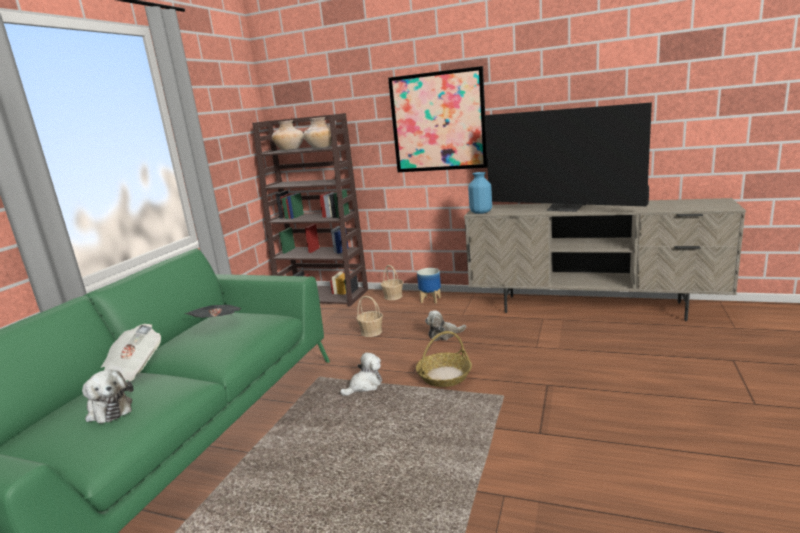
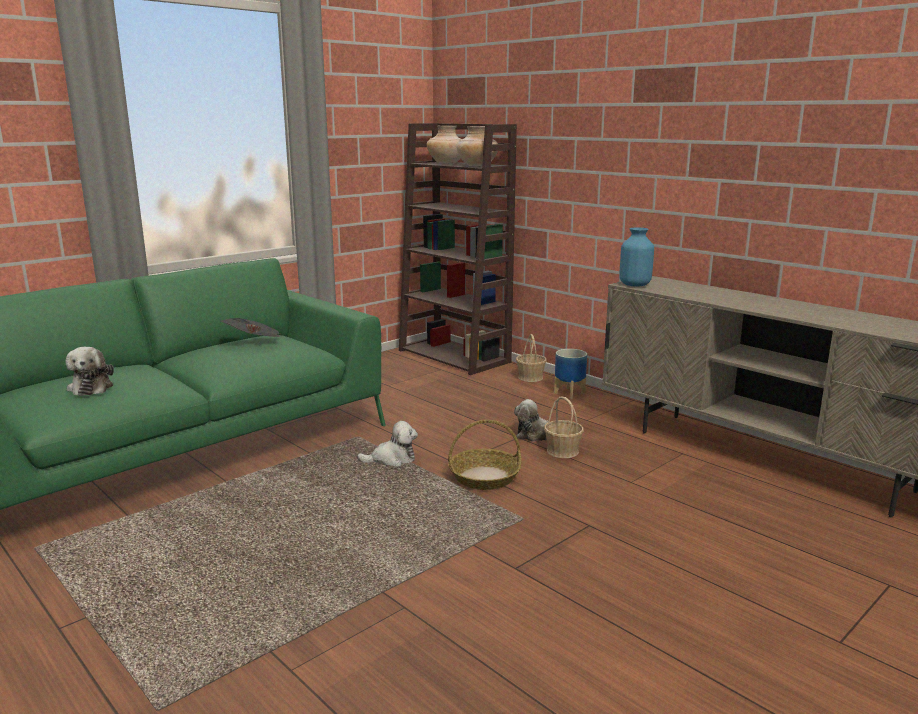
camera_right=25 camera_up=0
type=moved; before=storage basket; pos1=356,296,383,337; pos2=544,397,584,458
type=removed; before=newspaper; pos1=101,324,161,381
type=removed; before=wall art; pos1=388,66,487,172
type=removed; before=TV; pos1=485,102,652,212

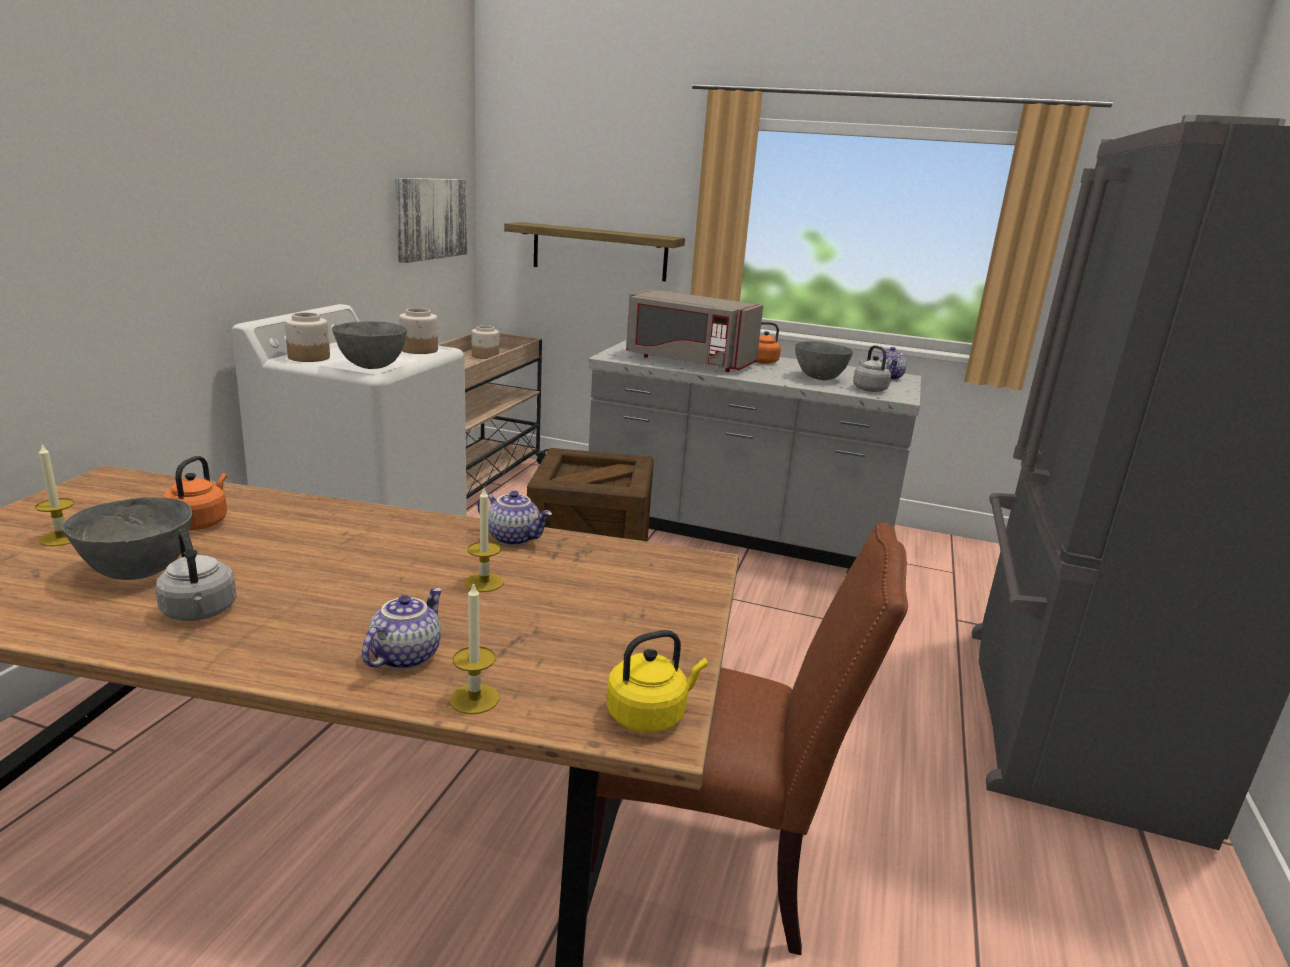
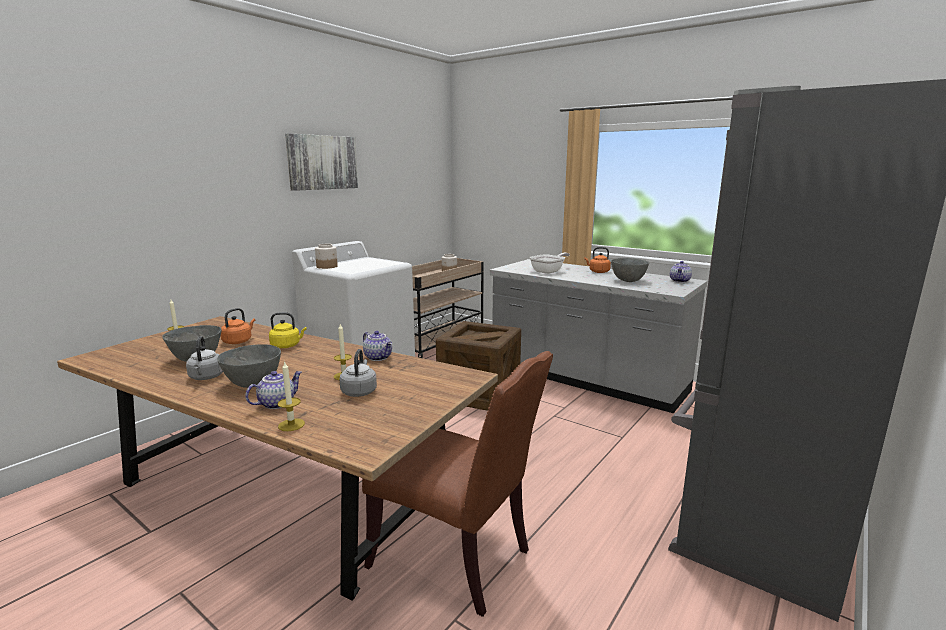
camera_right=20 camera_up=-5
type=moved; before=greyish bowl; pos1=332,321,407,369; pos2=217,344,281,388
type=moved; before=yellowish kettle; pos1=607,630,708,733; pos2=269,312,307,348
type=moved; before=wall art; pos1=395,178,467,263; pos2=285,133,358,191
type=moved; before=greyish kettle; pos1=853,345,891,392; pos2=339,349,377,397
type=replaced; before=greyish kitchen microwave; after=skillet; pos1=626,289,763,372; pos2=529,253,570,274
type=removed; before=jar; pos1=399,308,438,354
type=removed; before=wall shelf; pos1=504,222,685,282

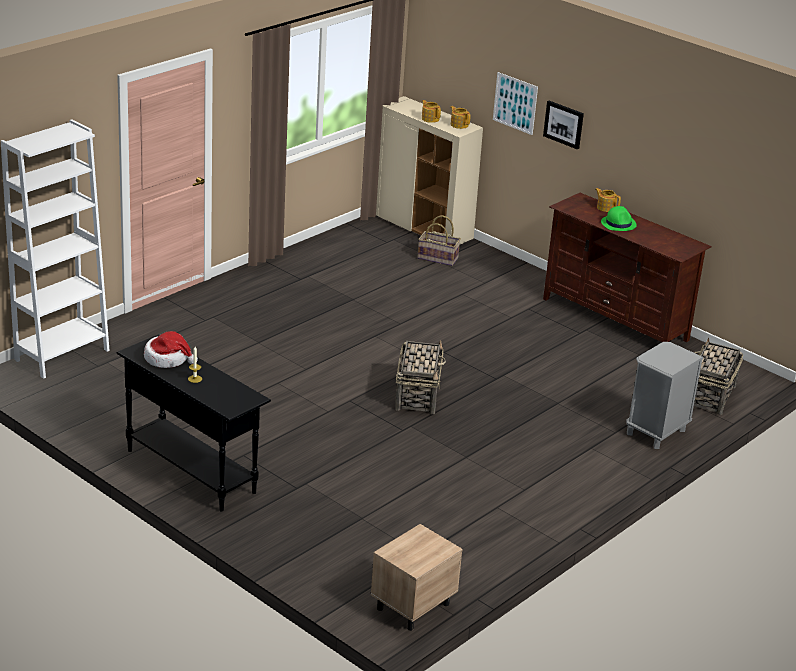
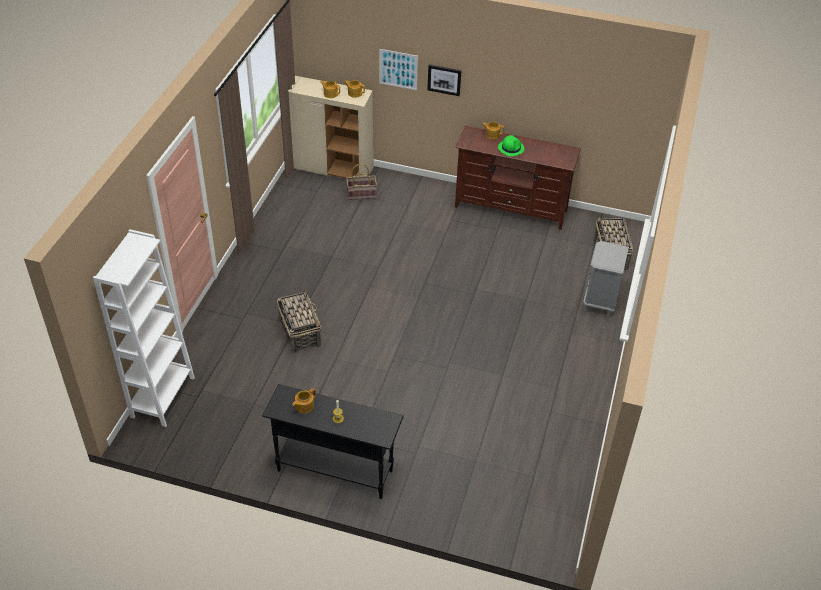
camera_right=-25 camera_up=15
type=moved; before=storage basket; pos1=395,340,446,414; pos2=277,289,322,354
type=replaced; before=clothing hat; after=tea pot; pos1=144,331,198,368; pos2=292,388,316,414
type=removed; before=sand-coloured nightstand; pos1=371,524,462,631

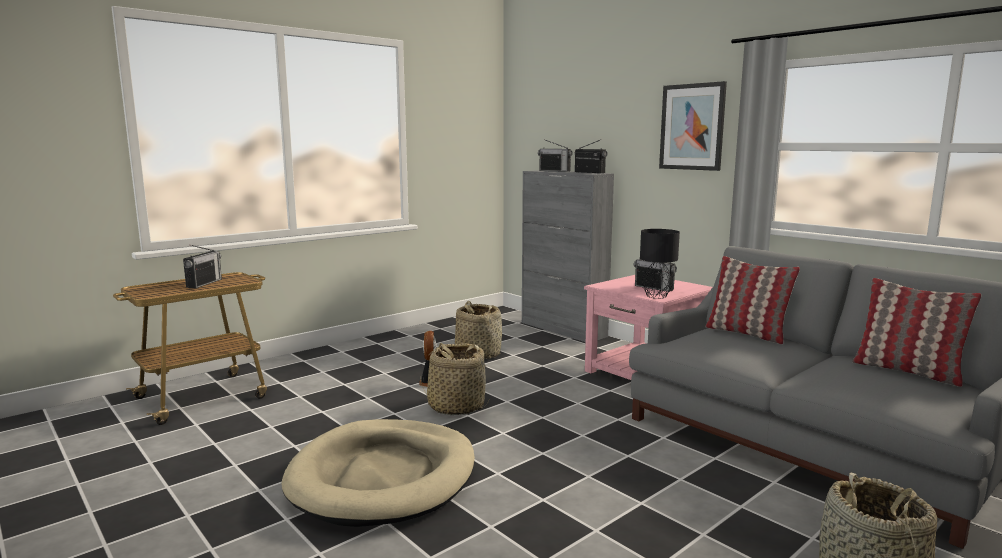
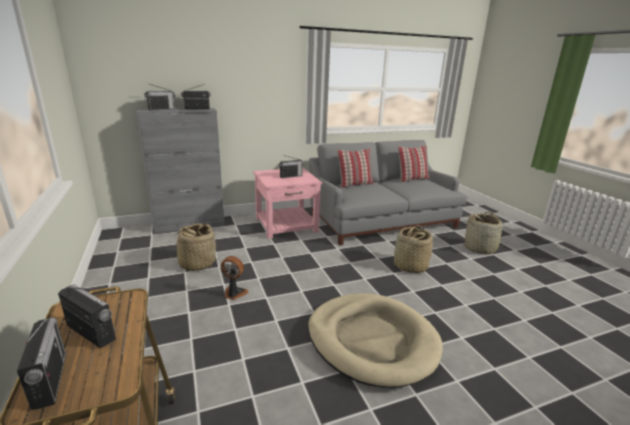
camera_right=-70 camera_up=10
type=added; after=radio receiver; pos2=17,317,66,409
type=moved; before=storage basket; pos1=421,343,489,415; pos2=394,226,433,273
type=removed; before=black-coloured tabletop lamp; pos1=640,229,680,299
type=removed; before=wall art; pos1=659,81,727,171

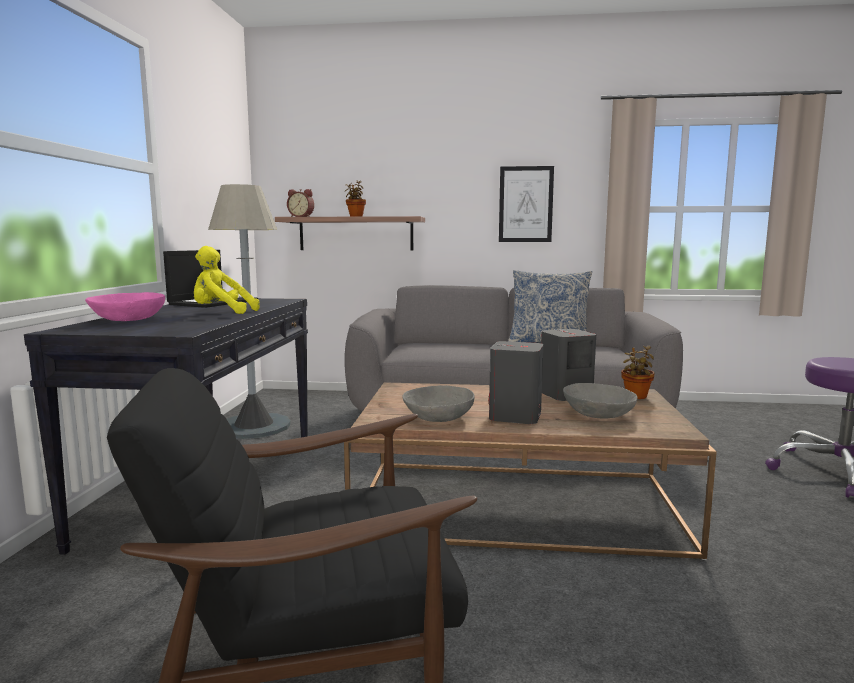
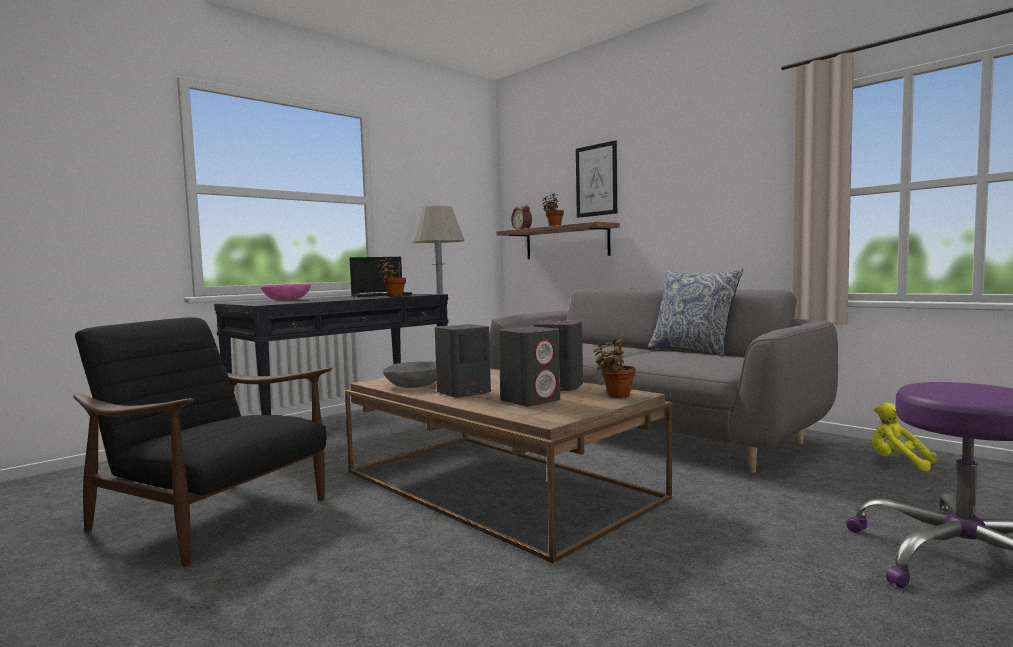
camera_right=40 camera_up=-5
type=added; after=houseplant; pos2=377,258,406,297
type=replaced; before=greyish bowl; after=greyish loudspeaker; pos1=563,383,638,419; pos2=498,326,560,406
type=moved; before=wall art; pos1=499,166,554,242; pos2=576,140,617,218
type=moved; before=yellowish soft toy; pos1=194,246,260,314; pos2=872,402,937,472

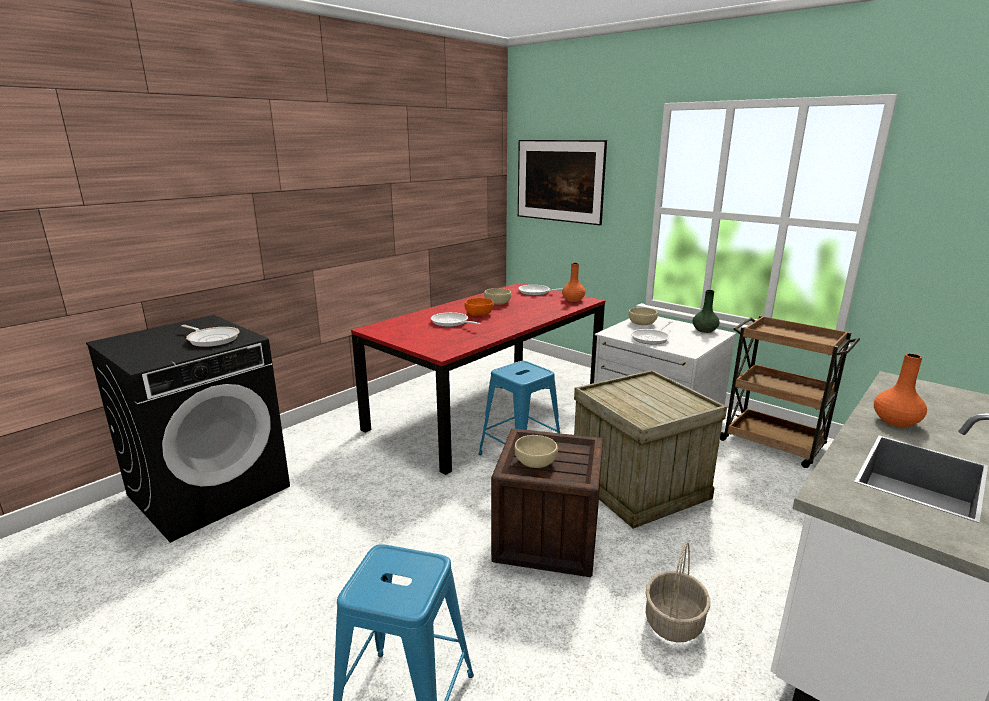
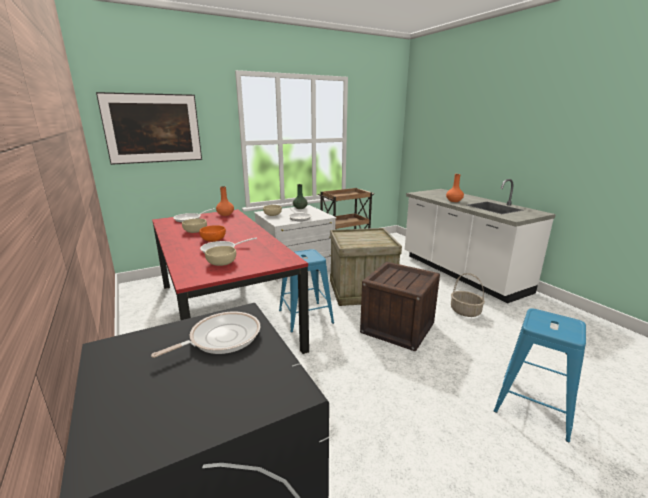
camera_right=-70 camera_up=0
type=moved; before=sand-coloured bowl; pos1=515,435,558,468; pos2=205,246,236,266

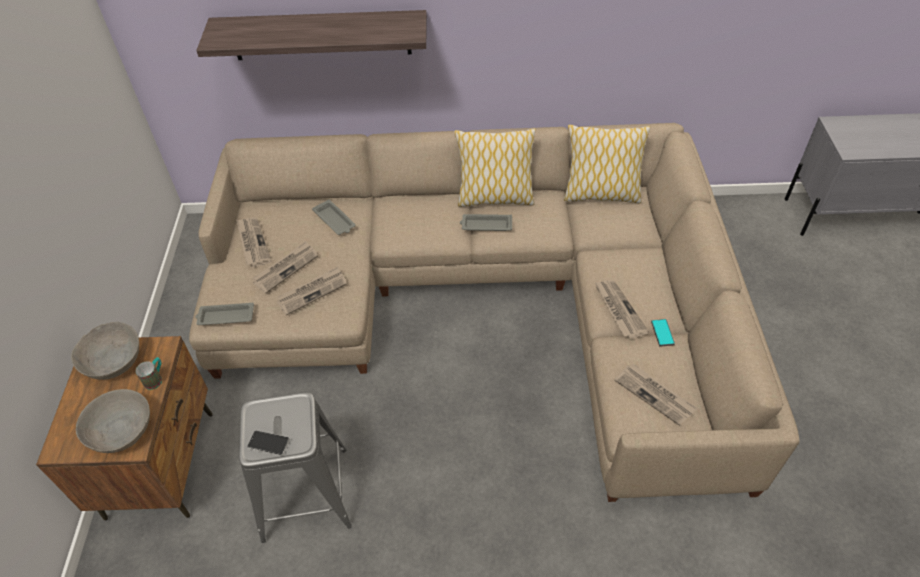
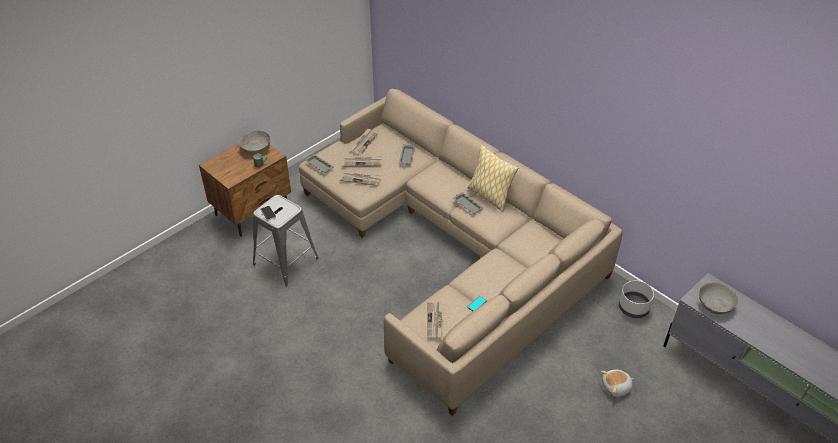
camera_right=45 camera_up=-5
type=added; after=soft toy; pos2=600,370,634,397
type=added; after=greyish flower pot; pos2=619,280,654,318
type=moved; before=greyish bowl; pos1=76,389,150,453; pos2=699,282,738,315
type=removed; before=wall shelf; pos1=196,10,427,60
type=removed; before=pillow; pos1=564,125,650,204
type=removed; before=newspaper; pos1=594,280,649,339

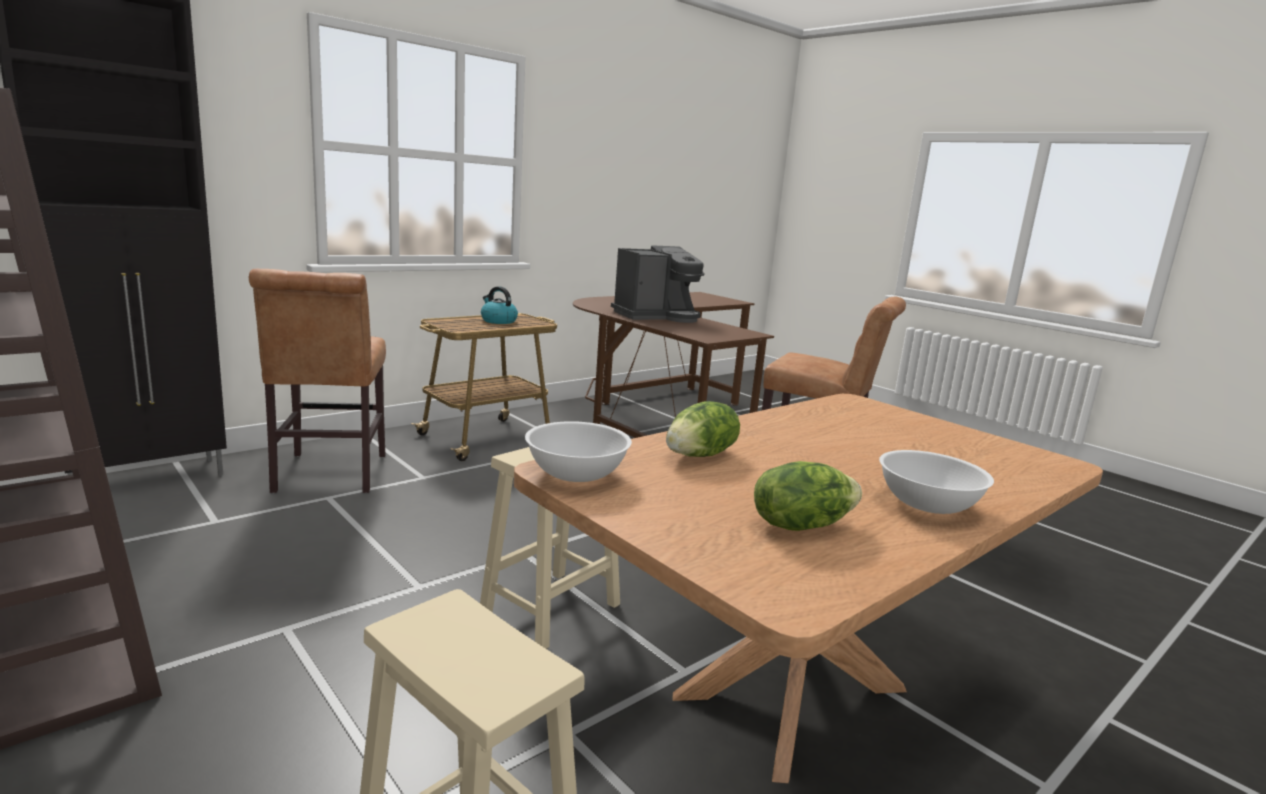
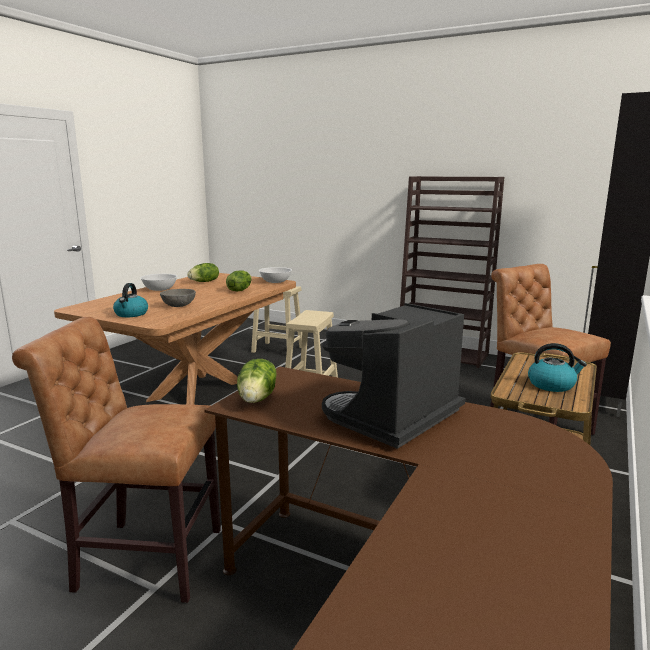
camera_right=160 camera_up=0
type=added; after=kettle; pos2=113,283,148,317
type=added; after=greyish bowl; pos2=160,289,196,307
type=added; after=head of lettuce; pos2=237,359,277,403

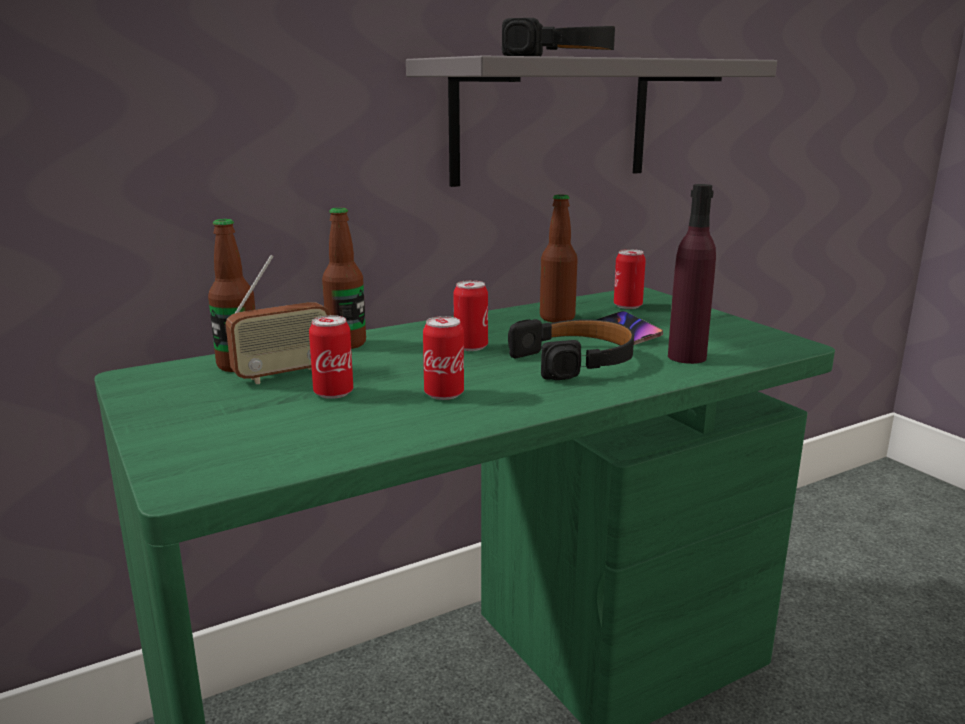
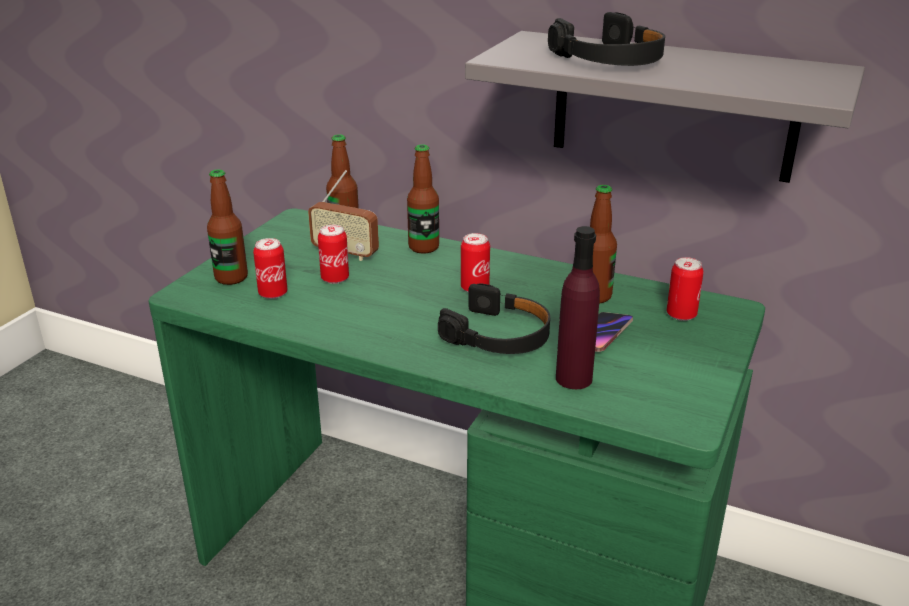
camera_right=55 camera_up=10
type=added; after=drink bottle; pos2=207,169,248,285
type=moved; before=metal can; pos1=423,316,464,400; pos2=253,238,288,299

